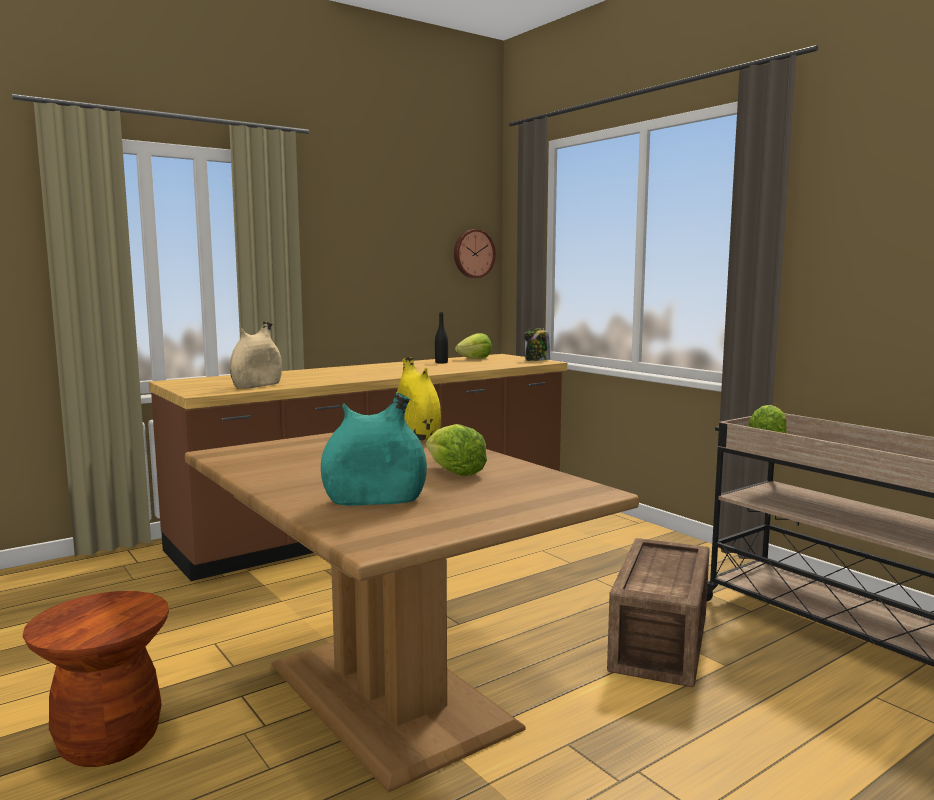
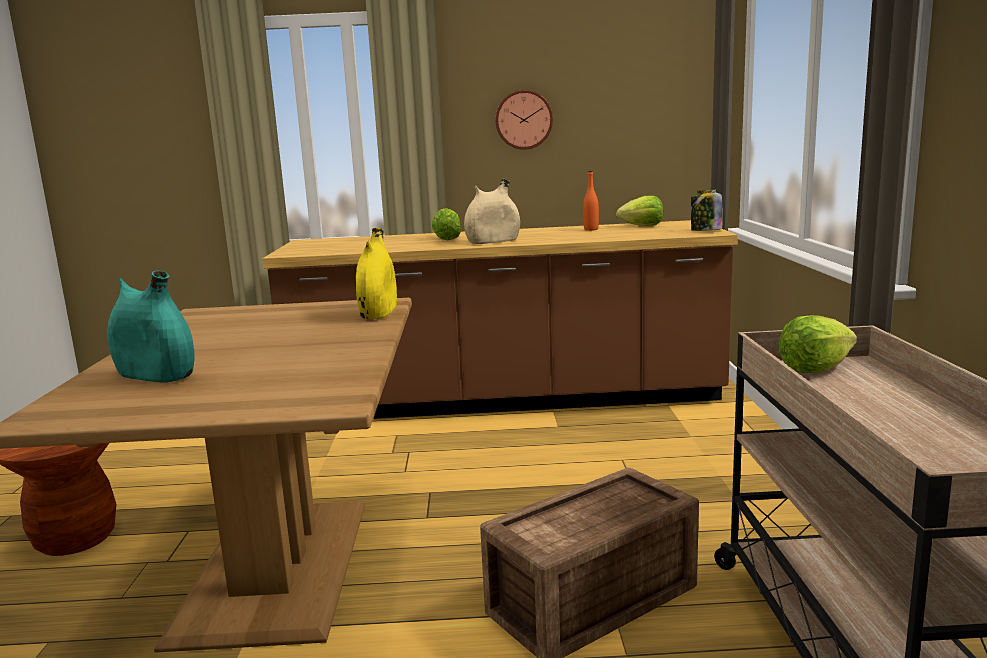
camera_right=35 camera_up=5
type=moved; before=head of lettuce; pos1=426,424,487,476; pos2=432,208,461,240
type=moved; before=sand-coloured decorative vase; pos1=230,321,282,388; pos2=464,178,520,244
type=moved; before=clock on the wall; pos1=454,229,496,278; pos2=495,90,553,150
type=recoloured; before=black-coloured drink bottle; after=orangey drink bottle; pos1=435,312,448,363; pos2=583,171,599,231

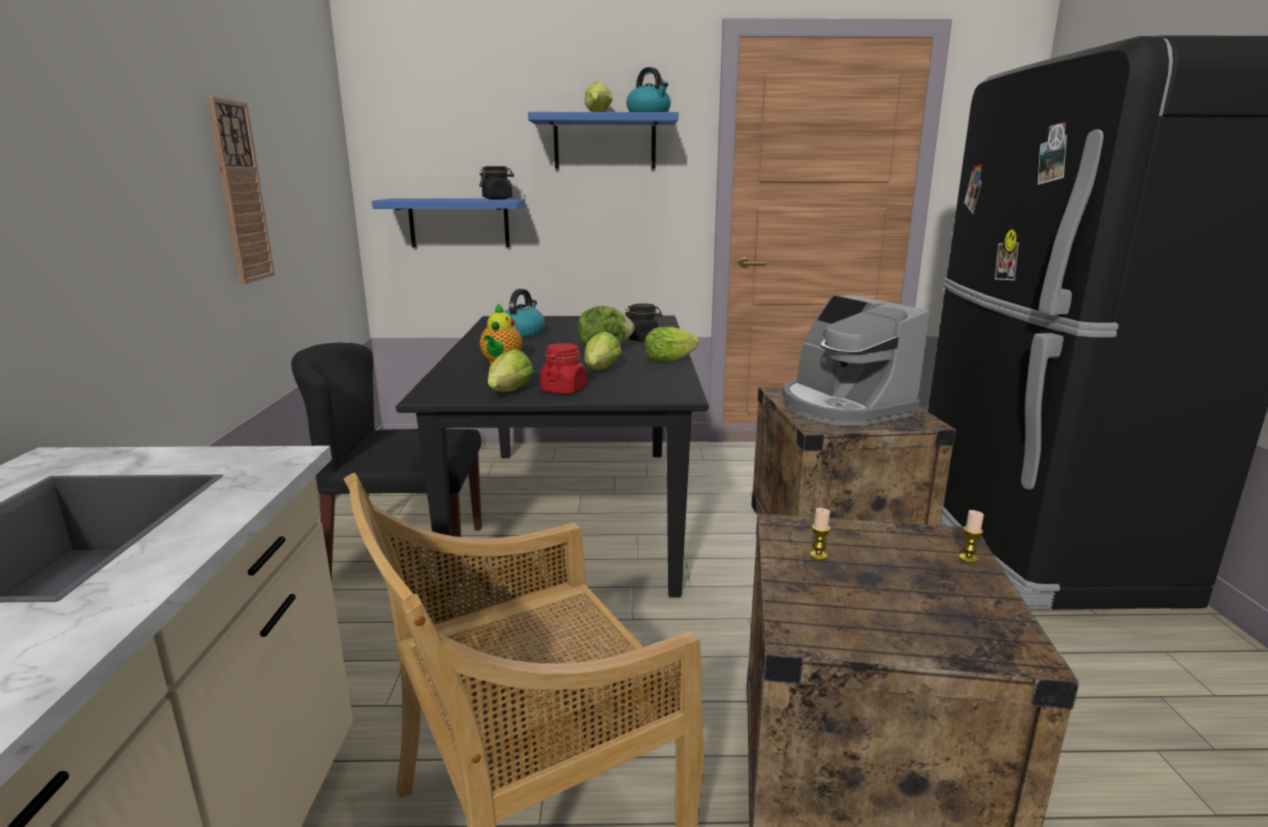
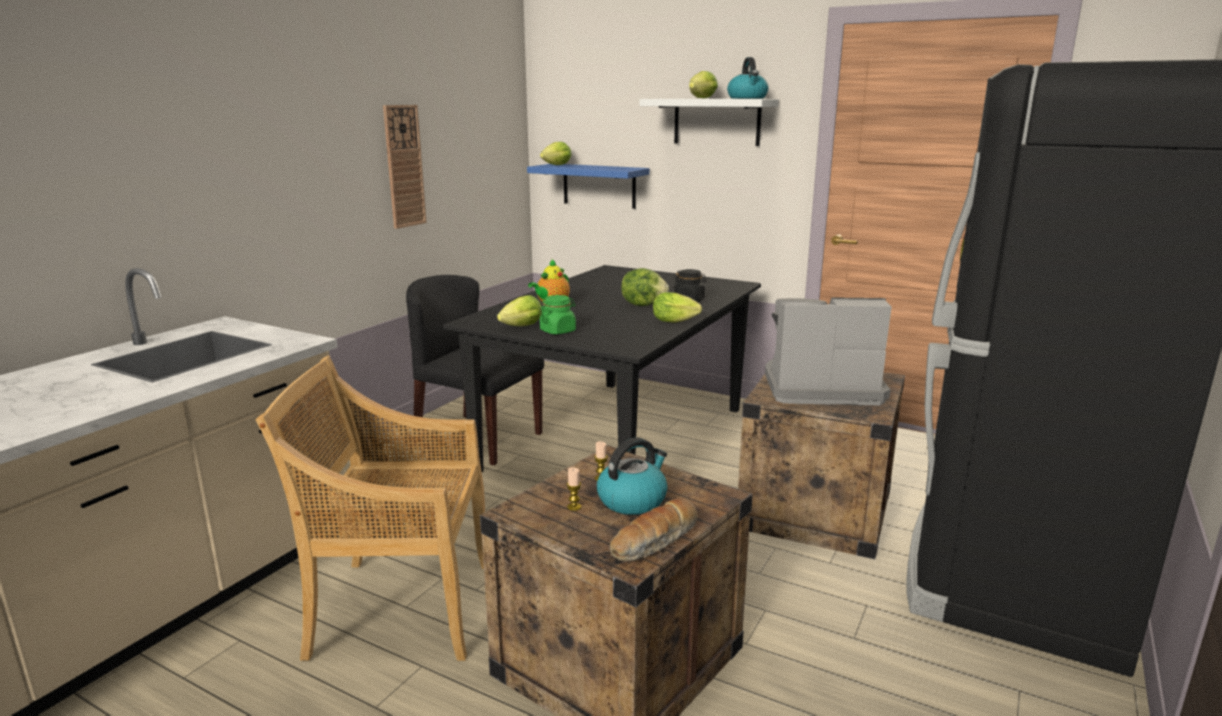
camera_right=30 camera_up=0
type=moved; before=head of lettuce; pos1=585,331,622,370; pos2=540,142,572,165
type=recoloured; before=red jar; after=green jar; pos1=540,343,587,394; pos2=540,295,576,334
type=moved; before=wax candle; pos1=959,510,984,563; pos2=567,467,581,511
type=moved; before=kettle; pos1=504,289,545,337; pos2=597,437,668,515
type=added; after=baked bread; pos2=610,498,698,562
type=recoloured; before=blue-coloured wall shelf; after=whitish wall shelf; pos1=528,112,678,169; pos2=639,99,779,146
type=turned; before=coffee machine; pos1=782,295,930,426; pos2=765,297,892,405; turn=90
type=removed; before=black-coloured jar; pos1=479,166,514,199

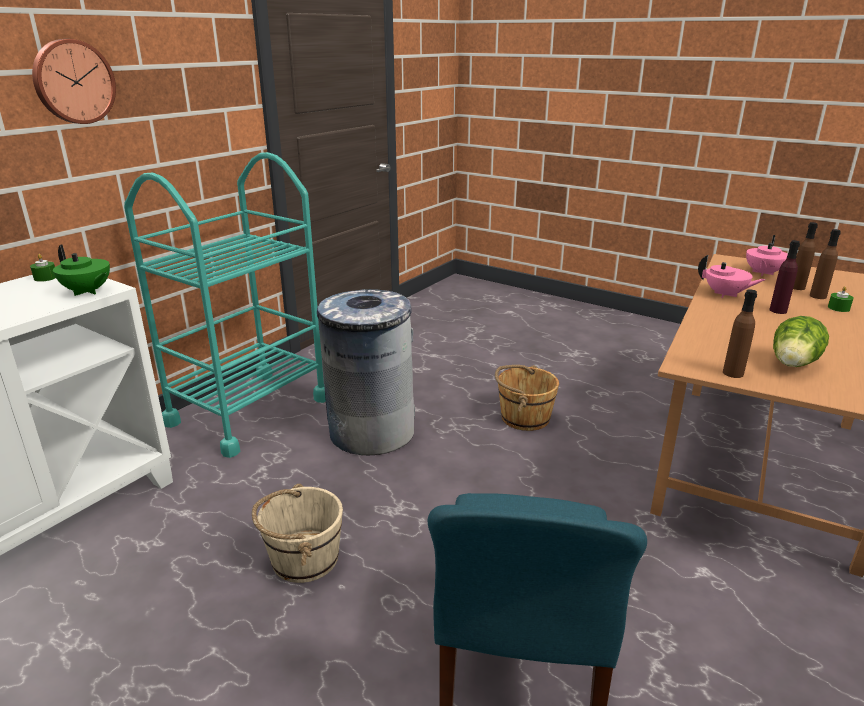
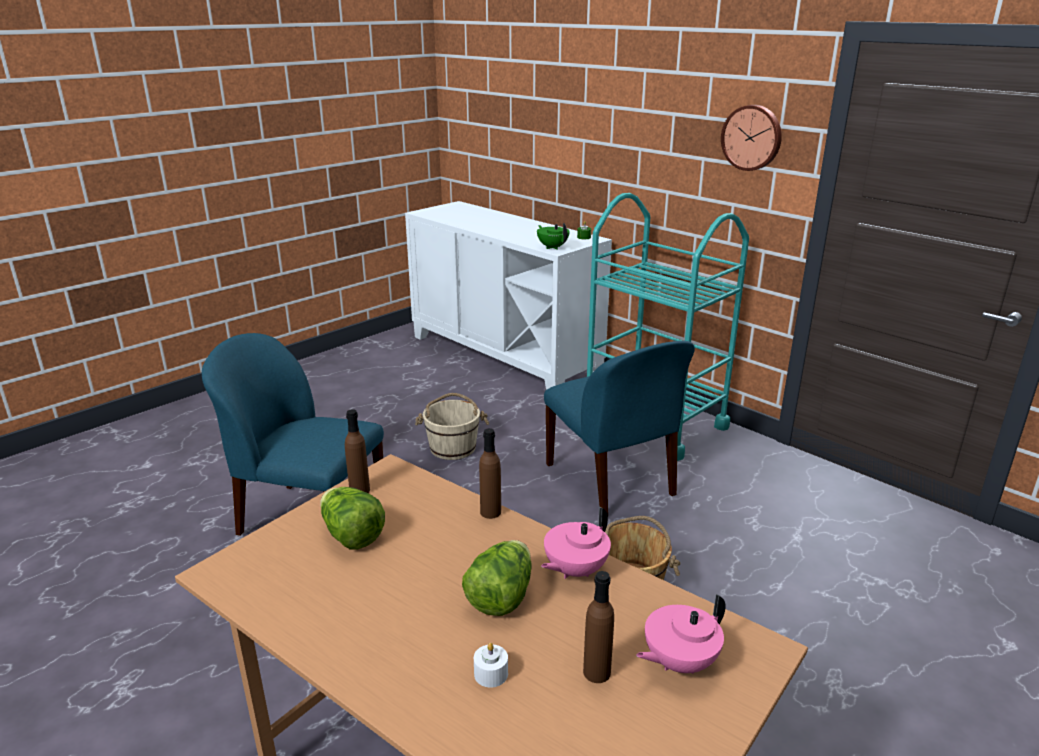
camera_right=100 camera_up=0
type=replaced; before=purple drink bottle; after=head of lettuce; pos1=769,240,800,314; pos2=462,540,532,616
type=recoloured; before=green wax candle; after=whitish wax candle; pos1=828,286,854,312; pos2=474,643,508,687
type=moved; before=brown-coloured drink bottle; pos1=810,229,841,299; pos2=479,428,501,519
type=turned; before=green tea pot; pos1=53,244,110,296; pos2=537,223,570,250; turn=105
type=replaced; before=greyish trash can; after=blue-coloured plain chair; pos1=317,289,415,455; pos2=544,341,695,515
type=turned; before=pinkish tea pot; pos1=746,235,788,276; pos2=636,594,726,674; turn=-75
type=moved; before=clock on the wall; pos1=32,39,116,124; pos2=721,105,782,171

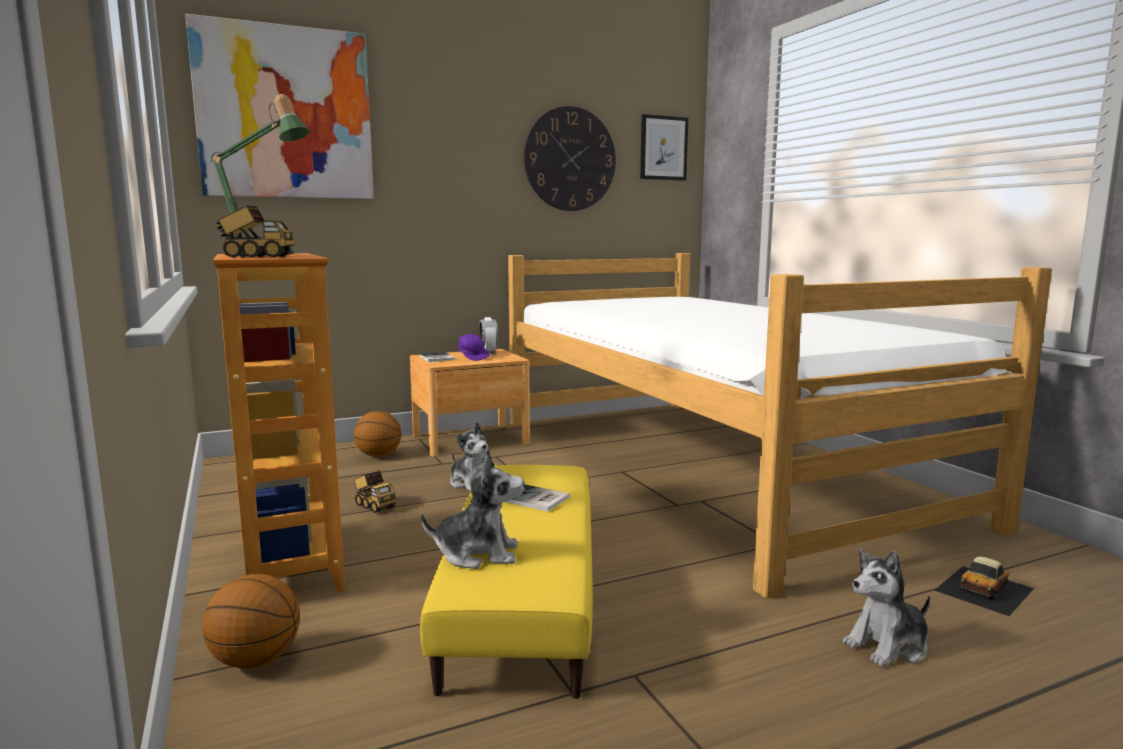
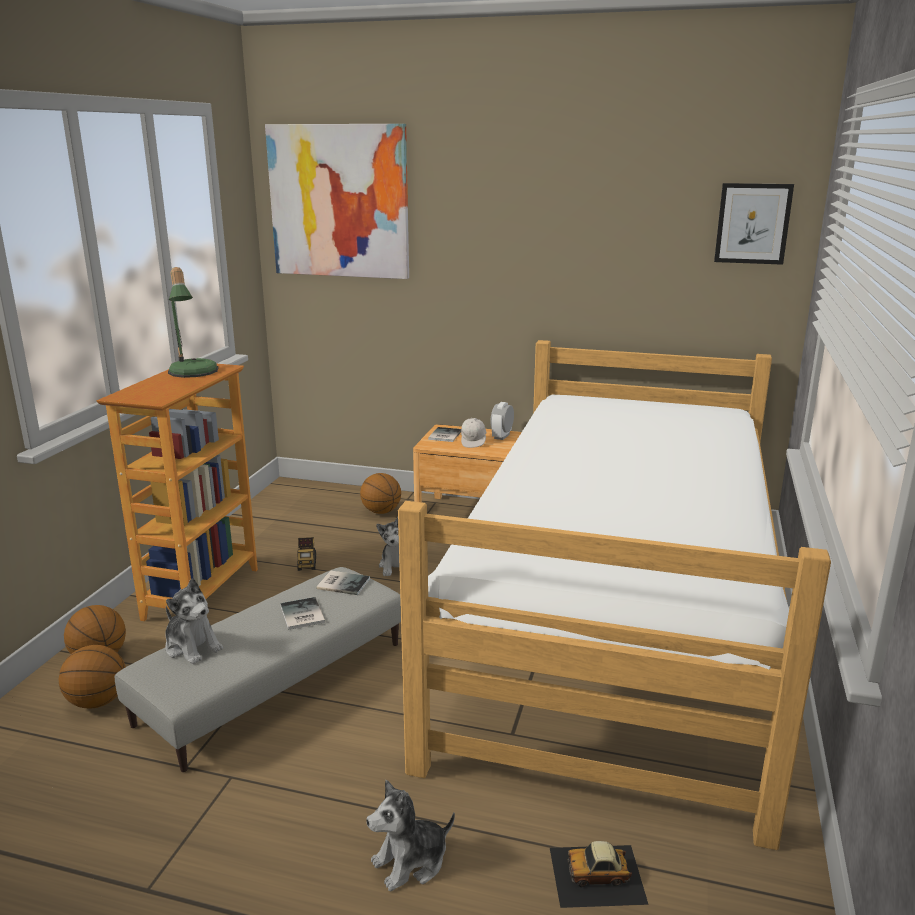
camera_right=40 camera_up=10
type=added; after=ball for basketball; pos2=59,645,125,709
type=recoloured; before=yellowish ottoman; after=greyish ottoman; pos1=420,465,593,699; pos2=115,567,401,772
type=added; after=bound book; pos2=316,570,370,595
type=turned; before=soft toy; pos1=843,549,930,667; pos2=366,780,455,892; turn=-45
type=recoloured; before=purple baseball cap; after=whitish baseball cap; pos1=458,334,490,361; pos2=461,417,486,448
type=removed; before=toy lorry; pos1=214,206,295,258
type=removed; before=clock on the wall; pos1=524,106,616,211

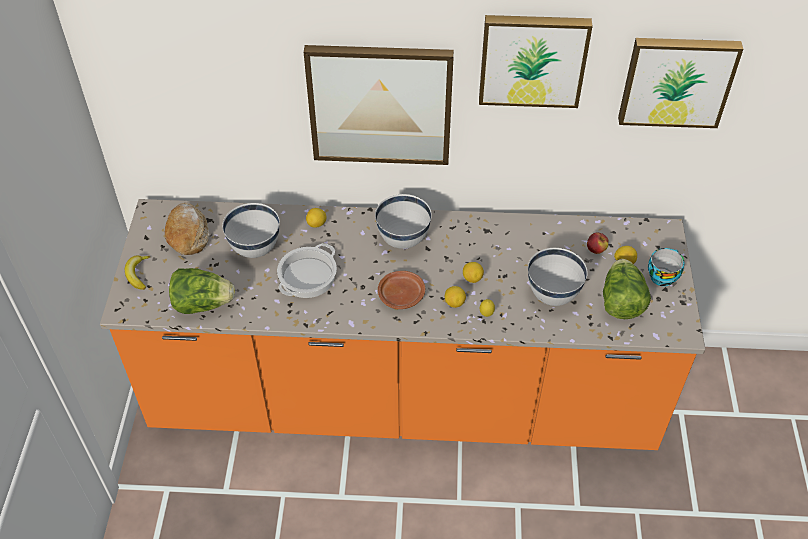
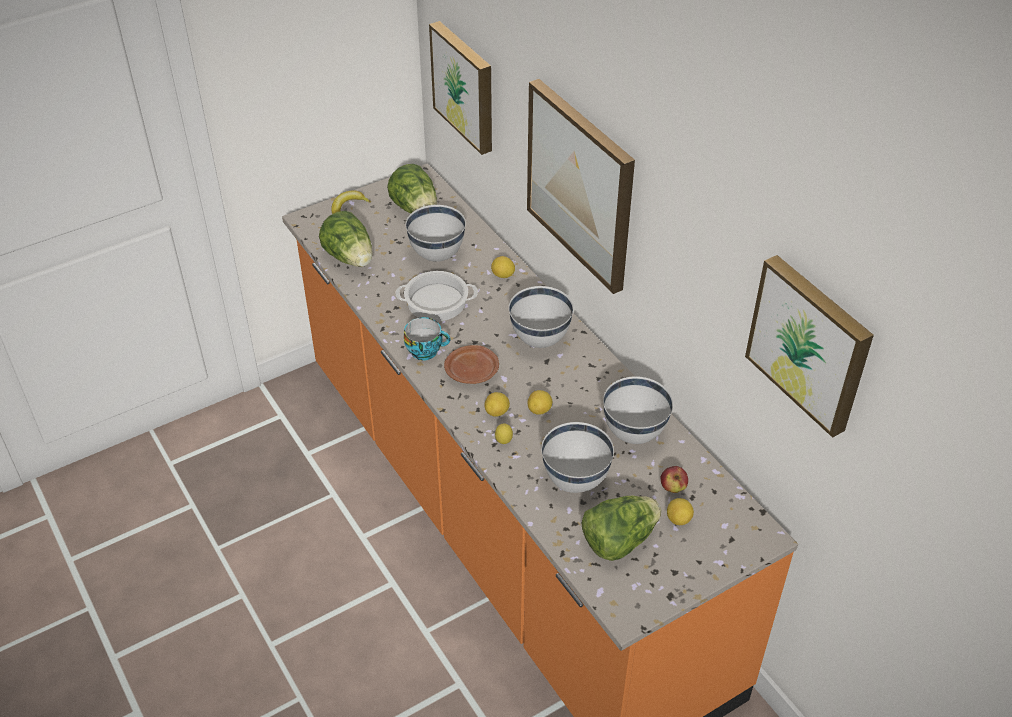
camera_right=55 camera_up=-5
type=replaced; before=baked bread; after=head of lettuce; pos1=165,203,209,255; pos2=387,164,437,214
type=moved; before=small cup; pos1=648,248,685,287; pos2=404,317,451,361
type=moved; before=wall art; pos1=479,15,592,108; pos2=429,21,492,155
type=added; after=whitish bowl; pos2=603,376,673,444

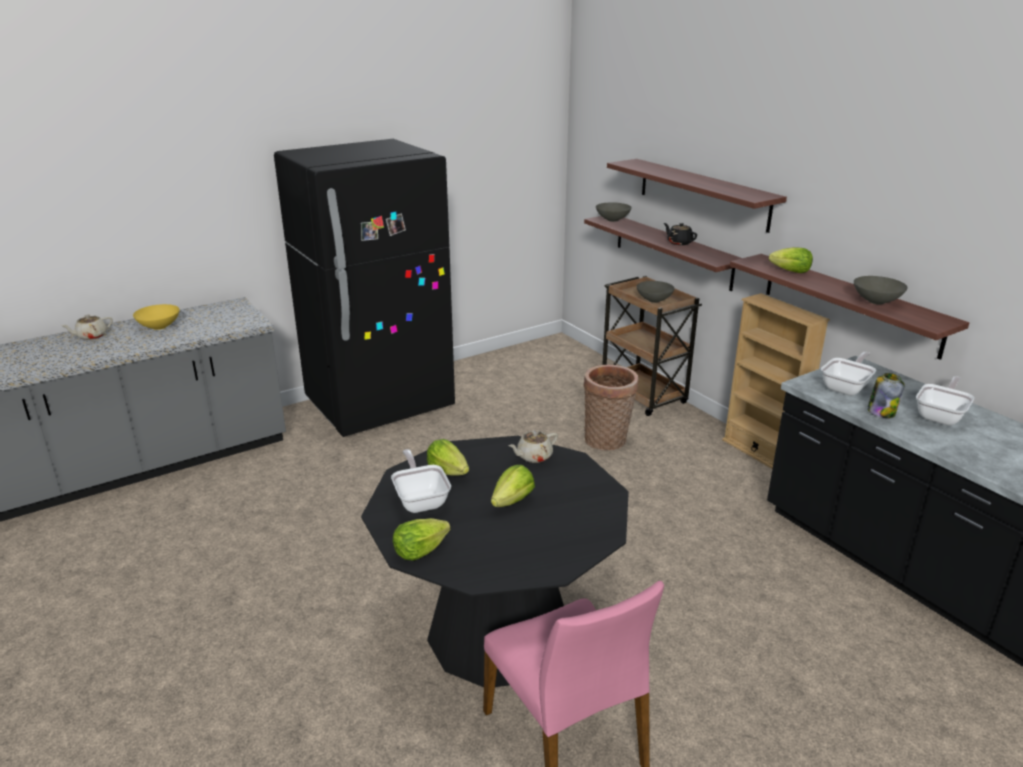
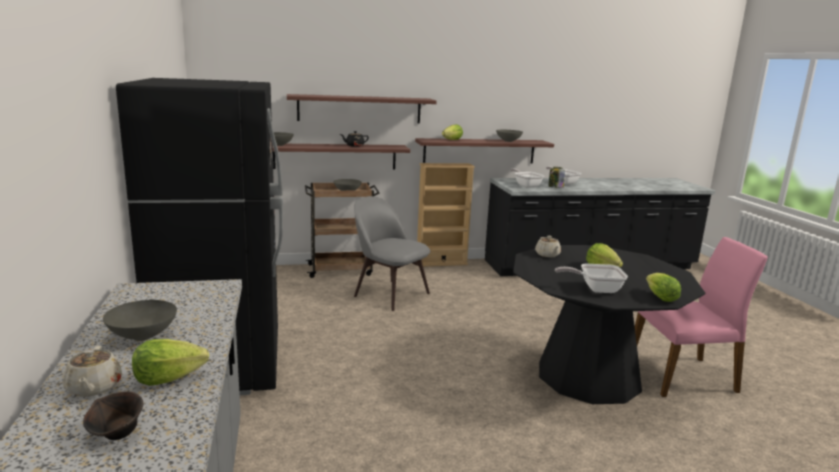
camera_right=-70 camera_up=-10
type=added; after=brown-coloured bowl; pos2=83,391,143,440
type=recoloured; before=yellowish bowl; after=greyish bowl; pos1=133,304,179,330; pos2=103,300,177,341
type=moved; before=head of lettuce; pos1=427,439,469,476; pos2=132,339,209,386
type=replaced; before=storage basket; after=greyish plain chair; pos1=583,365,638,451; pos2=354,196,430,311

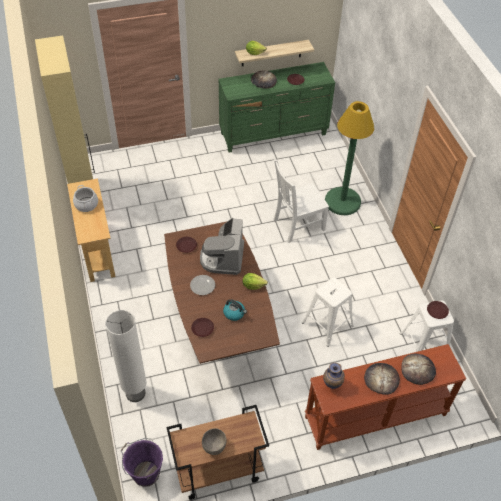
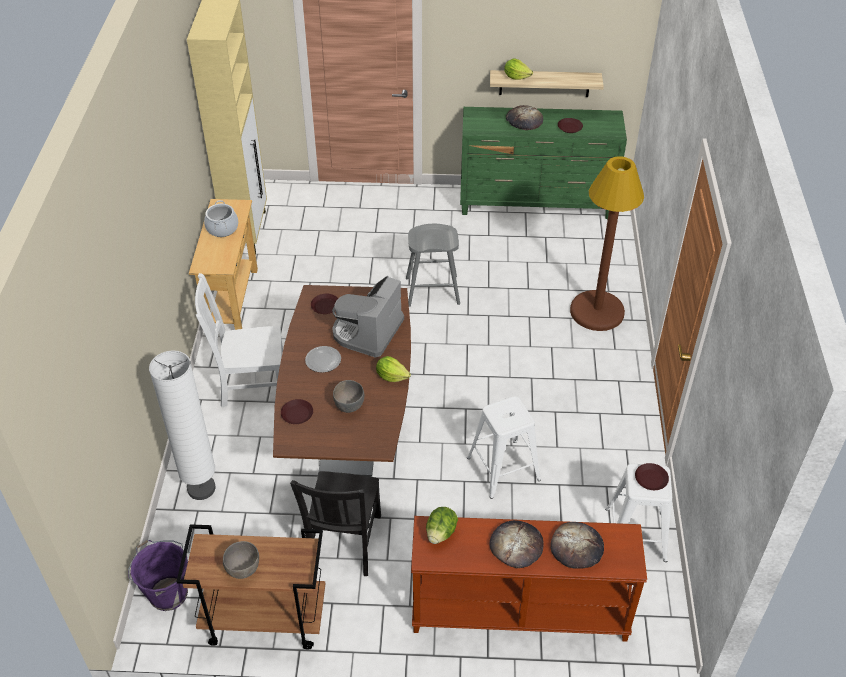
camera_right=20 camera_up=-5
type=moved; before=whitish plain chair; pos1=274,159,329,243; pos2=195,273,283,407
type=added; after=black-coloured plain chair; pos2=290,471,381,576
type=replaced; before=kettle; after=greyish bowl; pos1=223,299,247,321; pos2=333,380,364,413
type=added; after=greyish sitting stool; pos2=406,224,460,307
type=replaced; before=decorative vase; after=head of lettuce; pos1=323,363,345,389; pos2=426,507,458,544
type=recoloured; before=green standing lamp; after=brown-coloured standing lamp; pos1=325,101,374,215; pos2=570,156,644,331

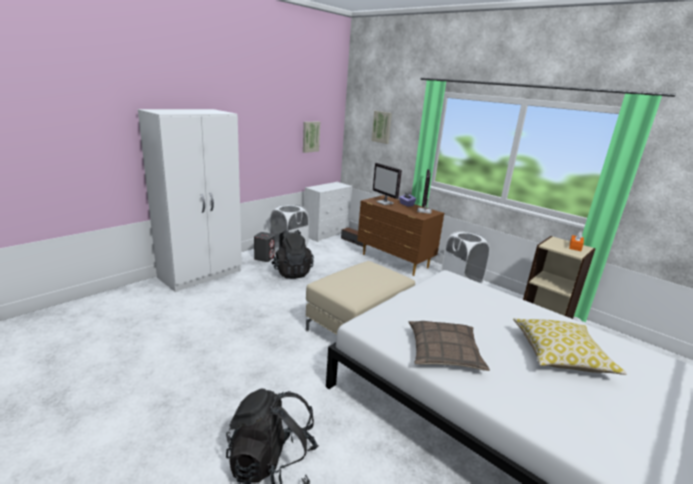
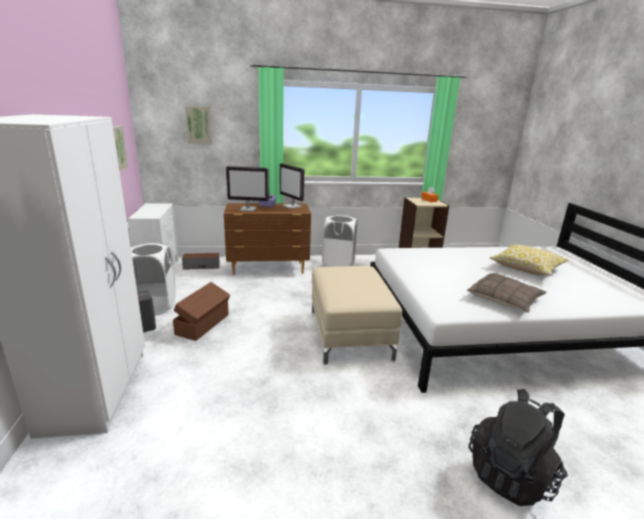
camera_right=-50 camera_up=0
type=replaced; before=black-coloured rucksack; after=brown-coloured storage container; pos1=271,230,314,279; pos2=173,282,230,341

